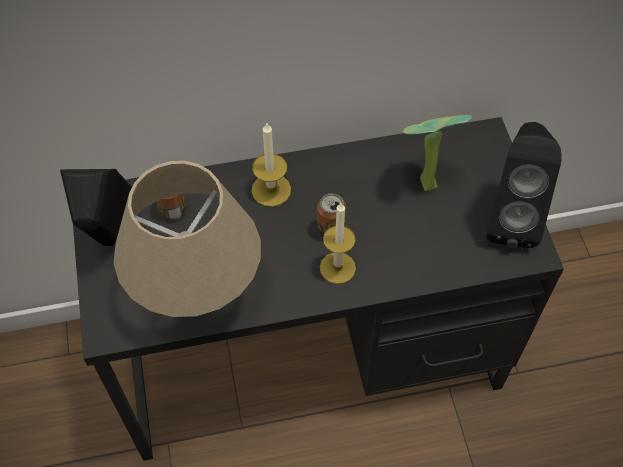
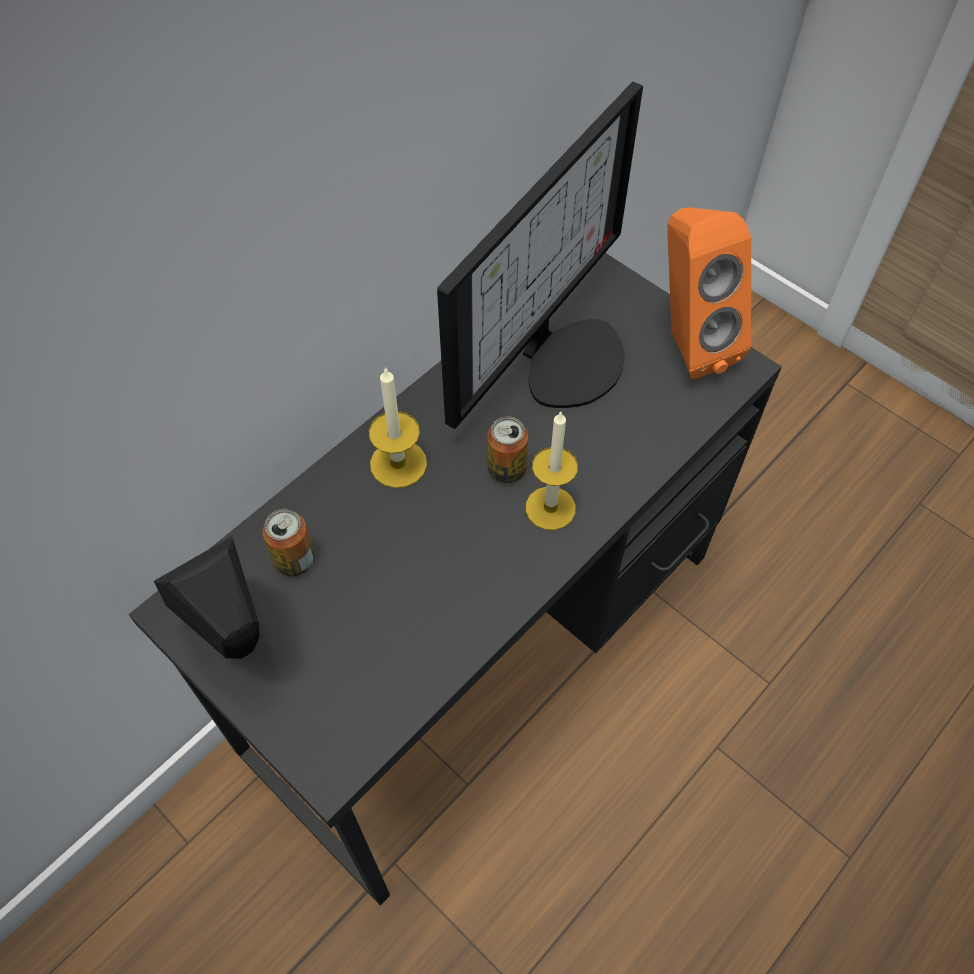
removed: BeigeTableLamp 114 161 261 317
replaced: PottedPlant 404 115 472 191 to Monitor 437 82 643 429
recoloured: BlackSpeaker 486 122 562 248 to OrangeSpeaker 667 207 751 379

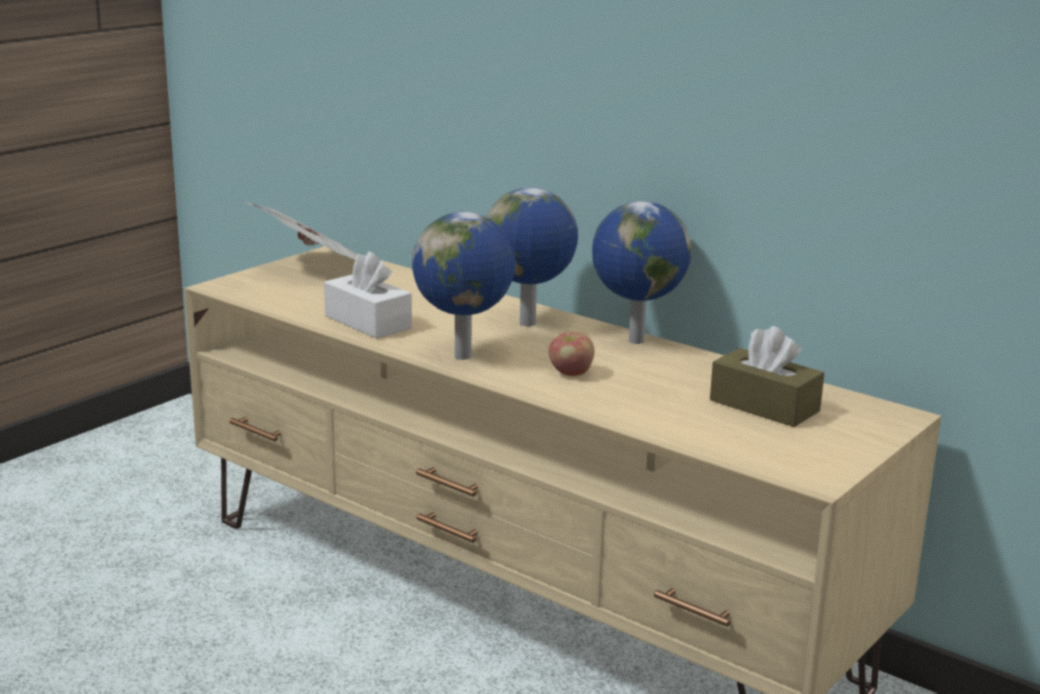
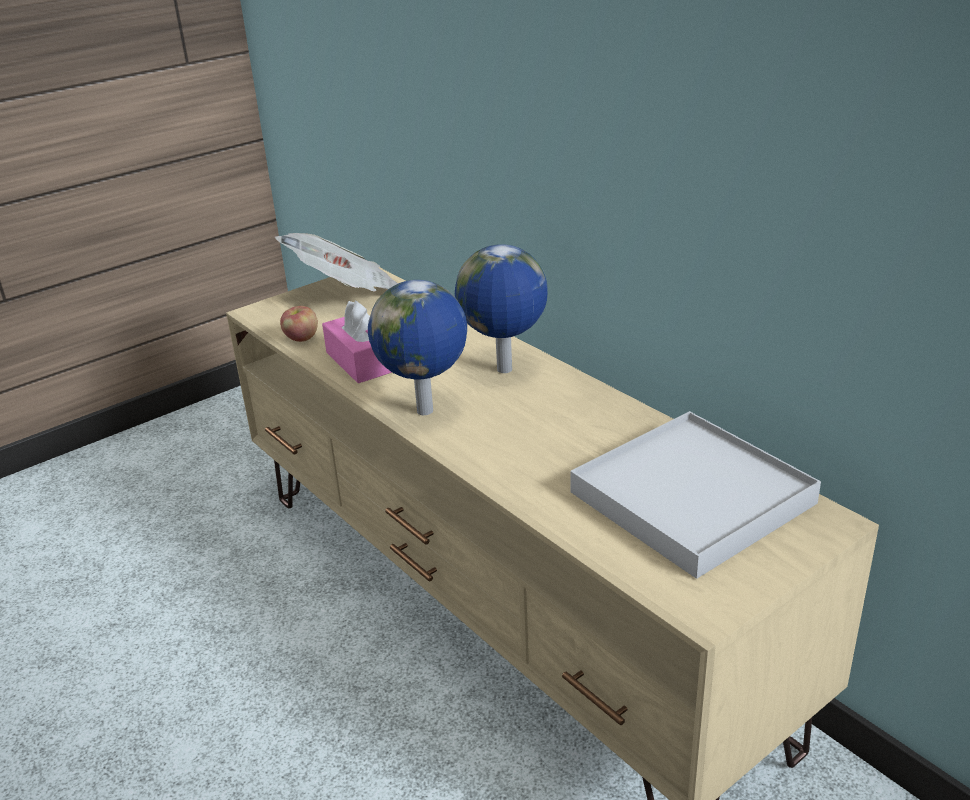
removed: Globe 592 201 691 344
moved: Apple 549 332 594 376 to 280 306 318 342
replaced: BrownTissueBox 710 326 824 427 to WhiteTray 571 411 821 579
recoloured: WhiteTissueBox 324 252 412 338 to PinkTissueBox 322 301 392 383

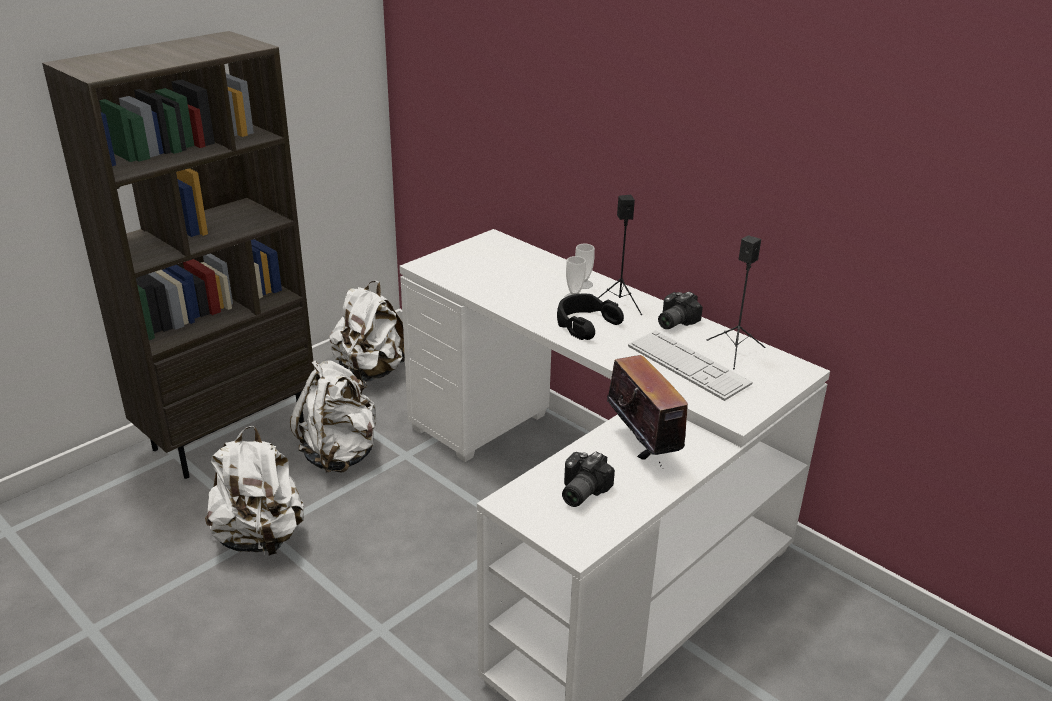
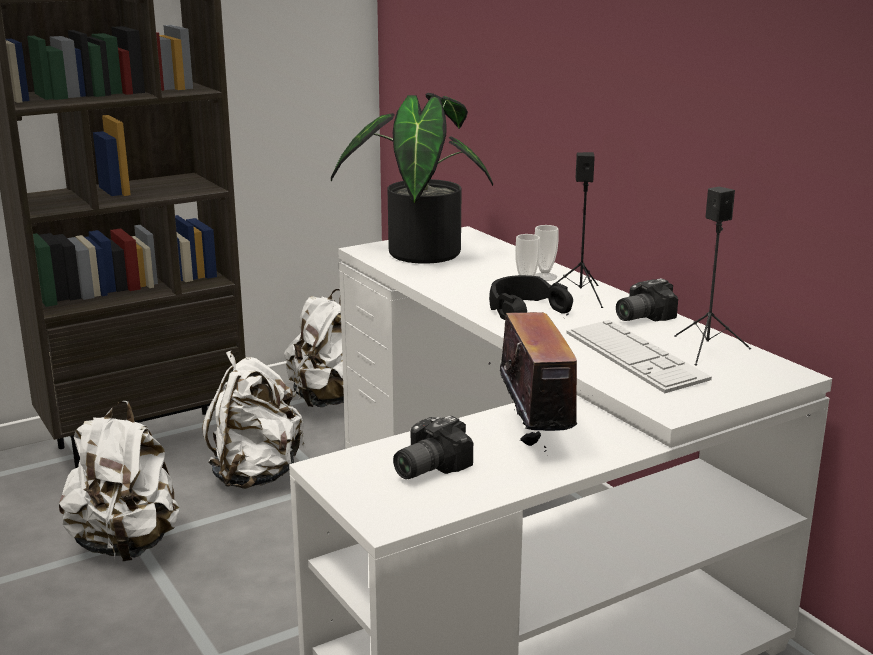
added: PottedPlant 331 93 493 264

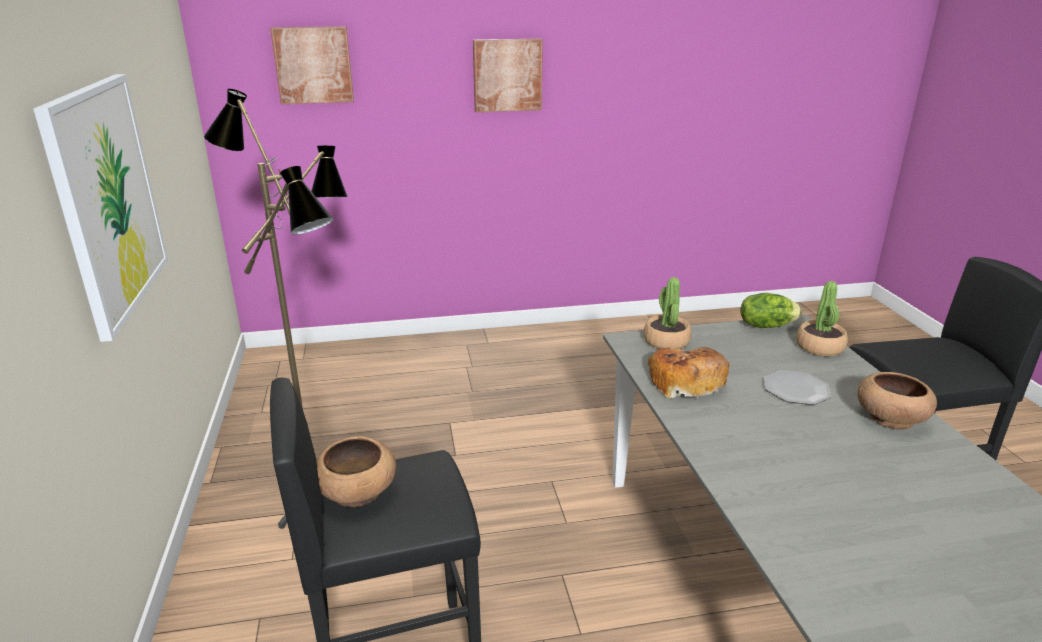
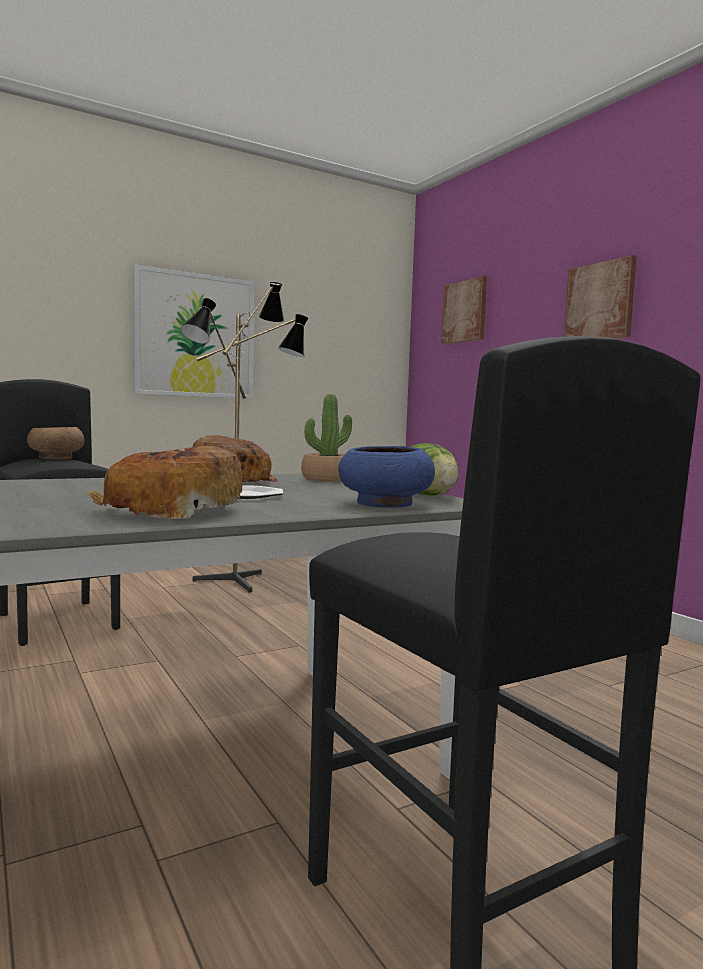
replaced: PottedPlant 796 281 848 356 to BlueBowl 338 446 435 507; BrownBowl 858 372 937 429 to Bread 89 446 242 519

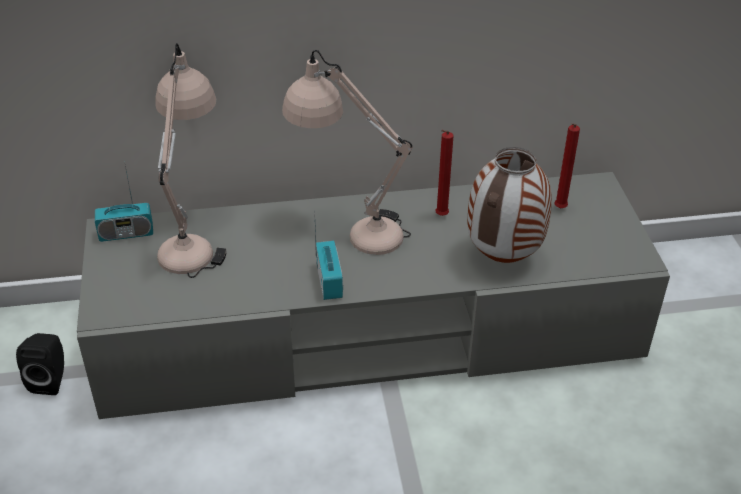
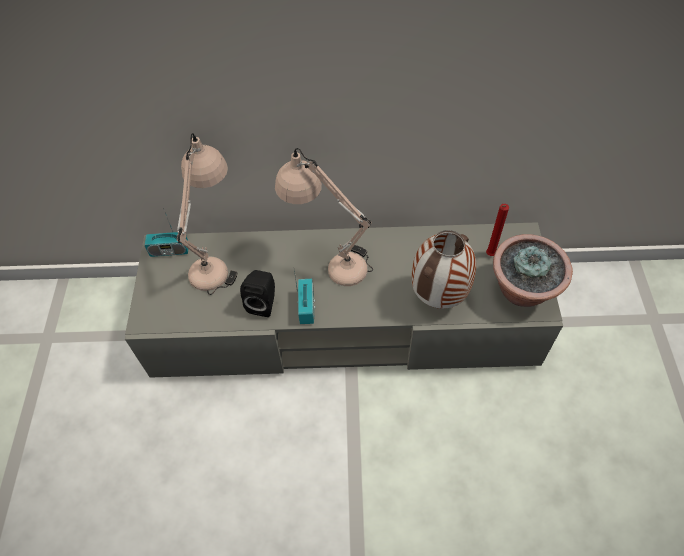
removed: RedCandle 435 130 453 216
added: PottedPlant 493 234 573 307
moved: BlackSpeaker 16 333 64 395 to 240 270 275 317

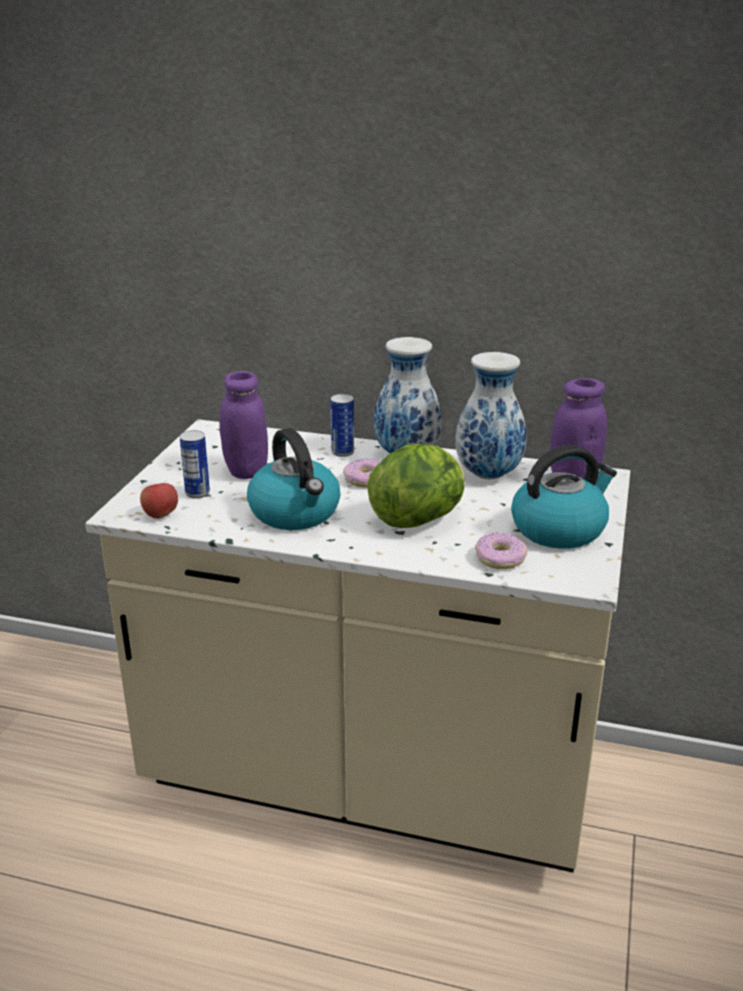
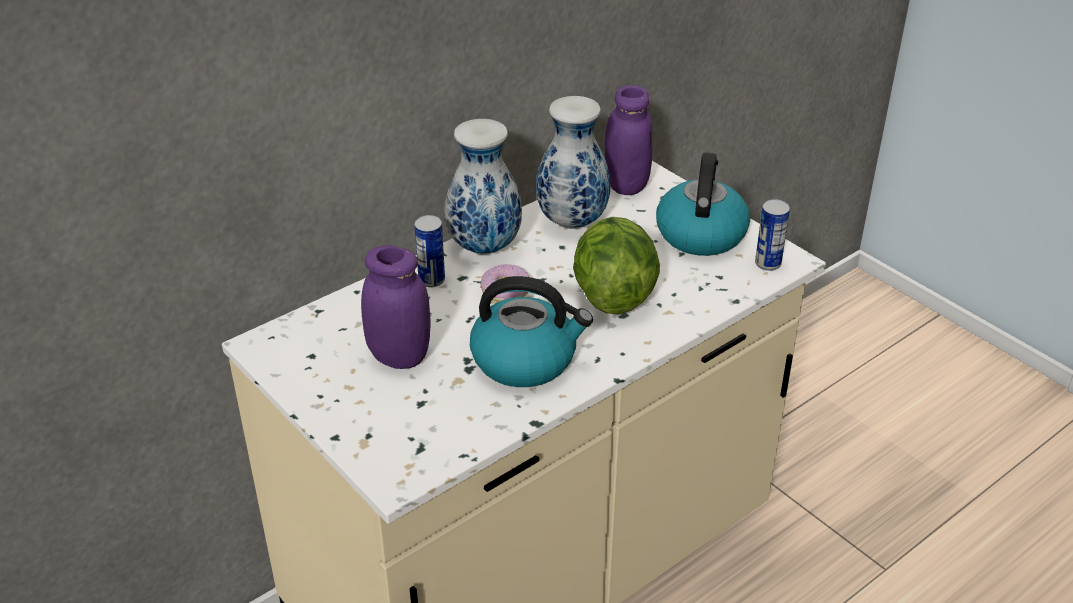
removed: Apple 140 483 178 519; Donut 475 532 527 569
moved: Can 180 430 210 499 to 755 199 790 271

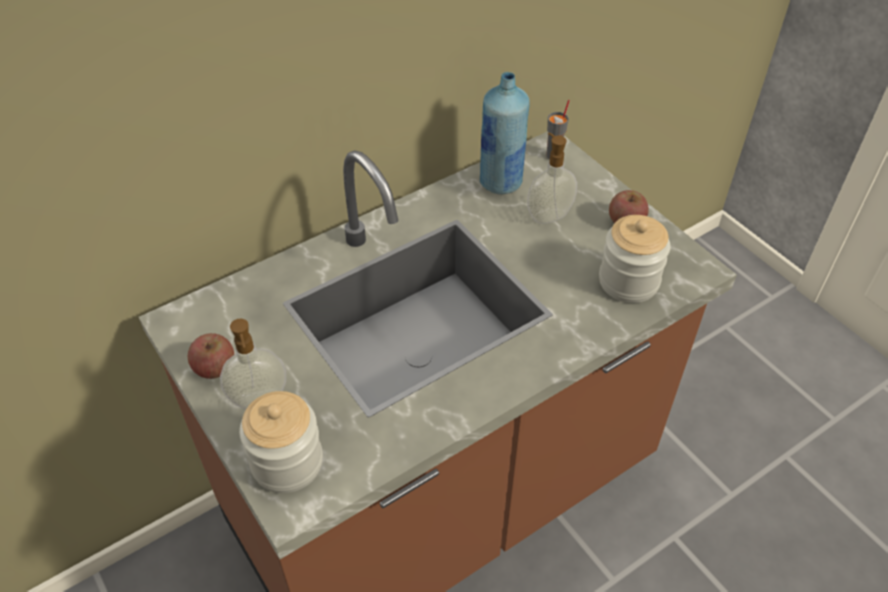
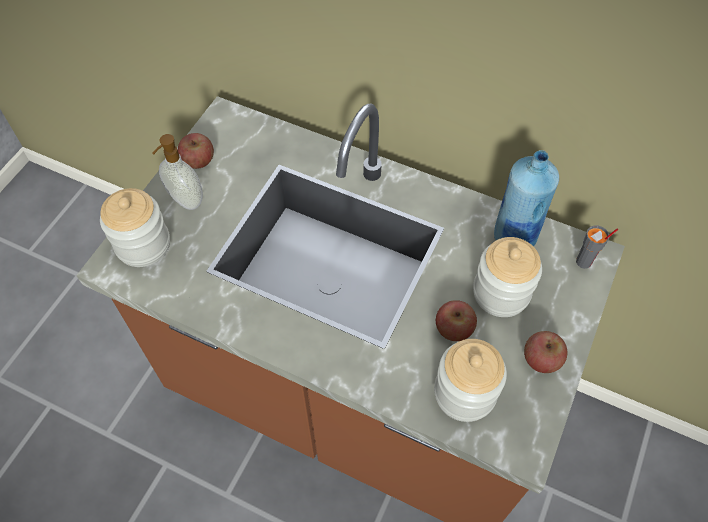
added: Apple 436 300 477 341
replaced: SoapDispenser 527 132 577 224 to Jar 473 237 542 317

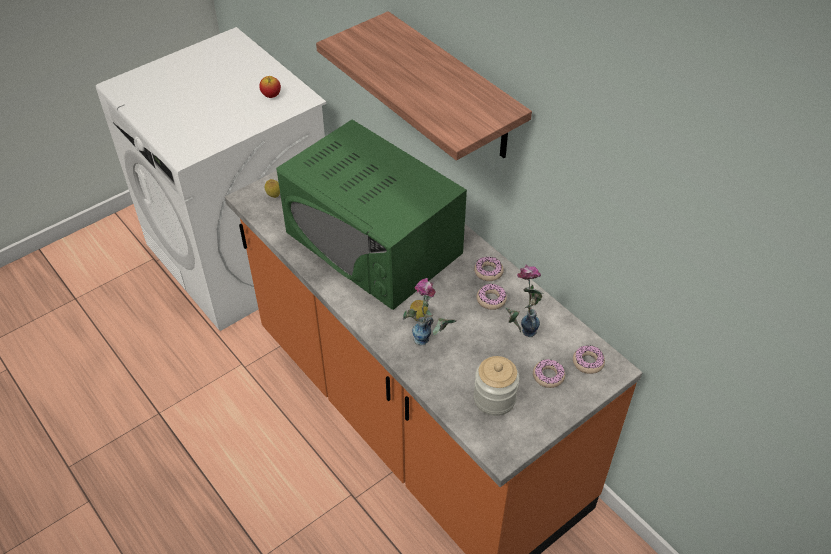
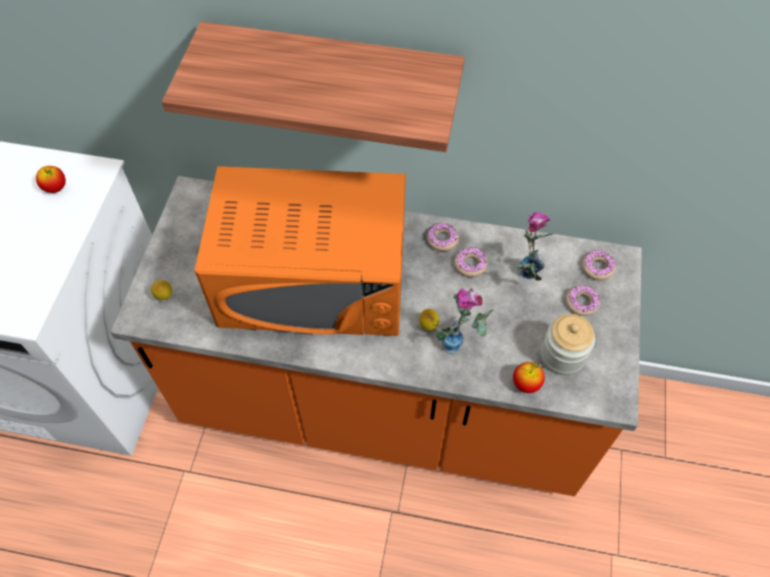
added: Apple 513 362 545 393
recoloured: GreenMicrowave 276 120 467 310 to OrangeMicrowave 195 166 406 336

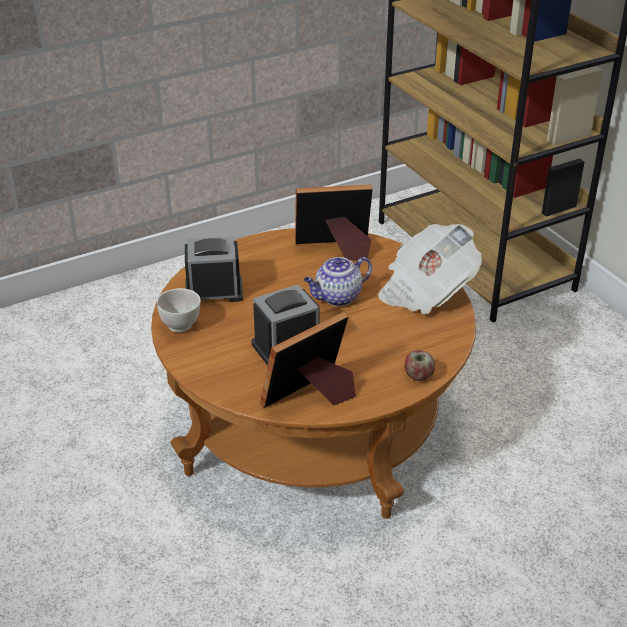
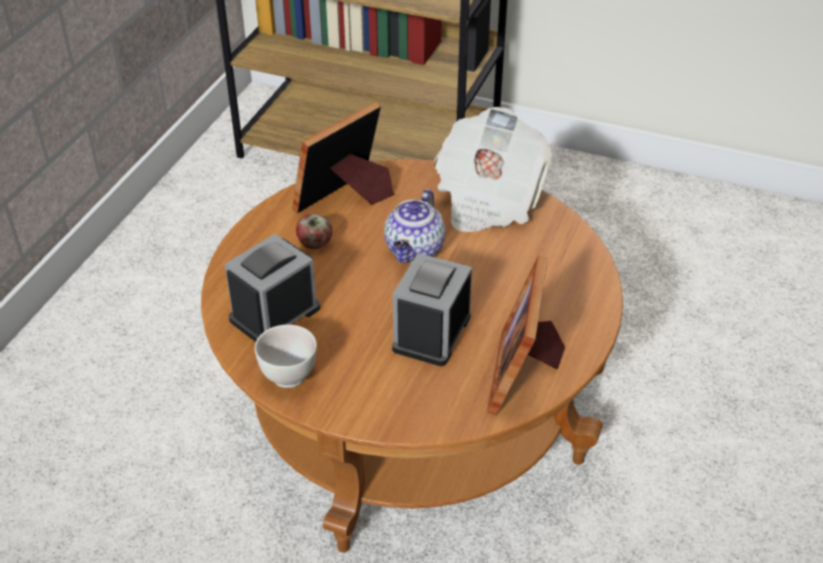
moved: Apple 404 350 435 381 to 296 214 333 249

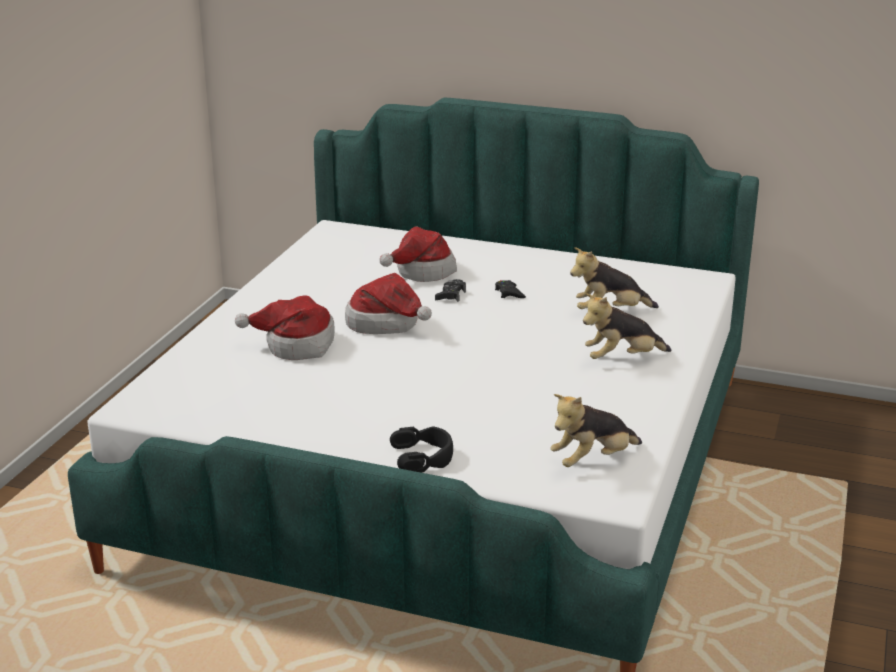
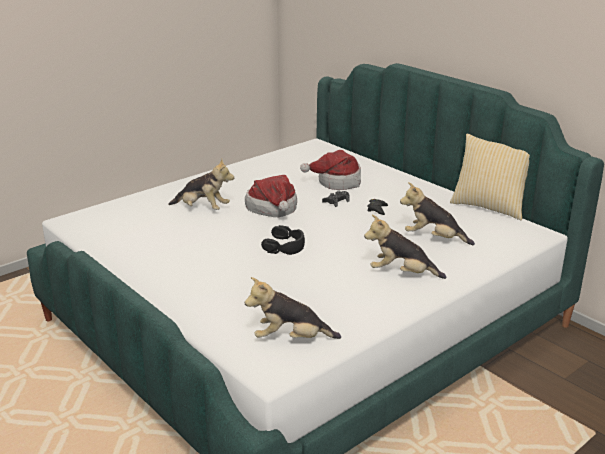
added: Pillow 450 134 530 220
moved: BlackHeadphones 390 426 453 473 to 261 225 305 255
replaced: Hat 235 295 334 360 to PlushToy 168 159 234 210

